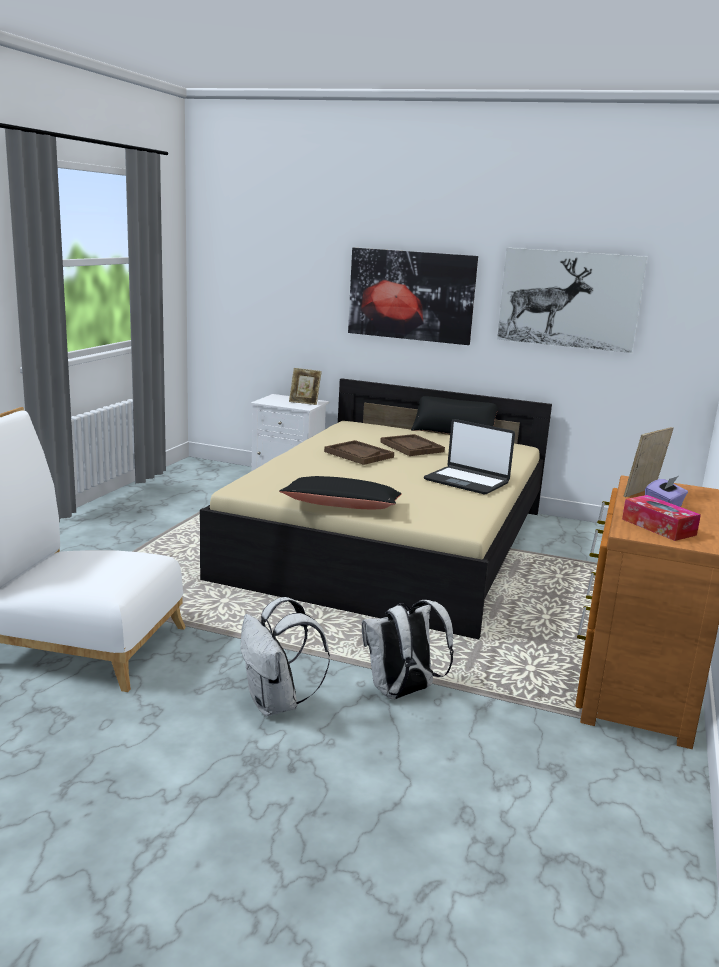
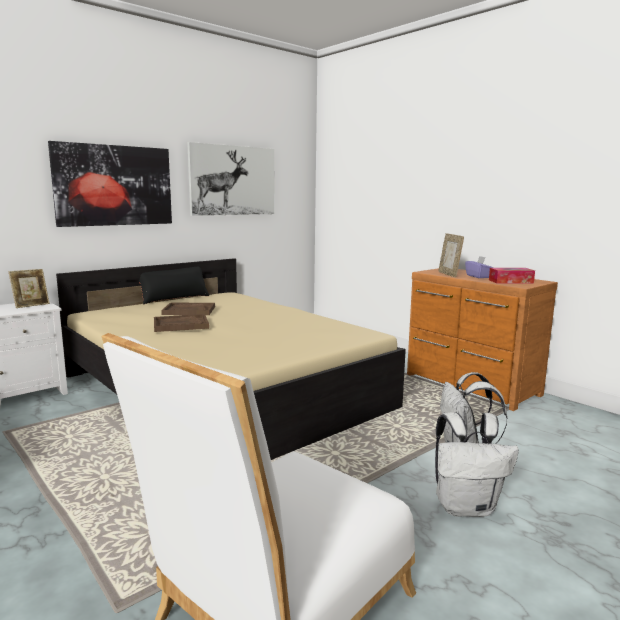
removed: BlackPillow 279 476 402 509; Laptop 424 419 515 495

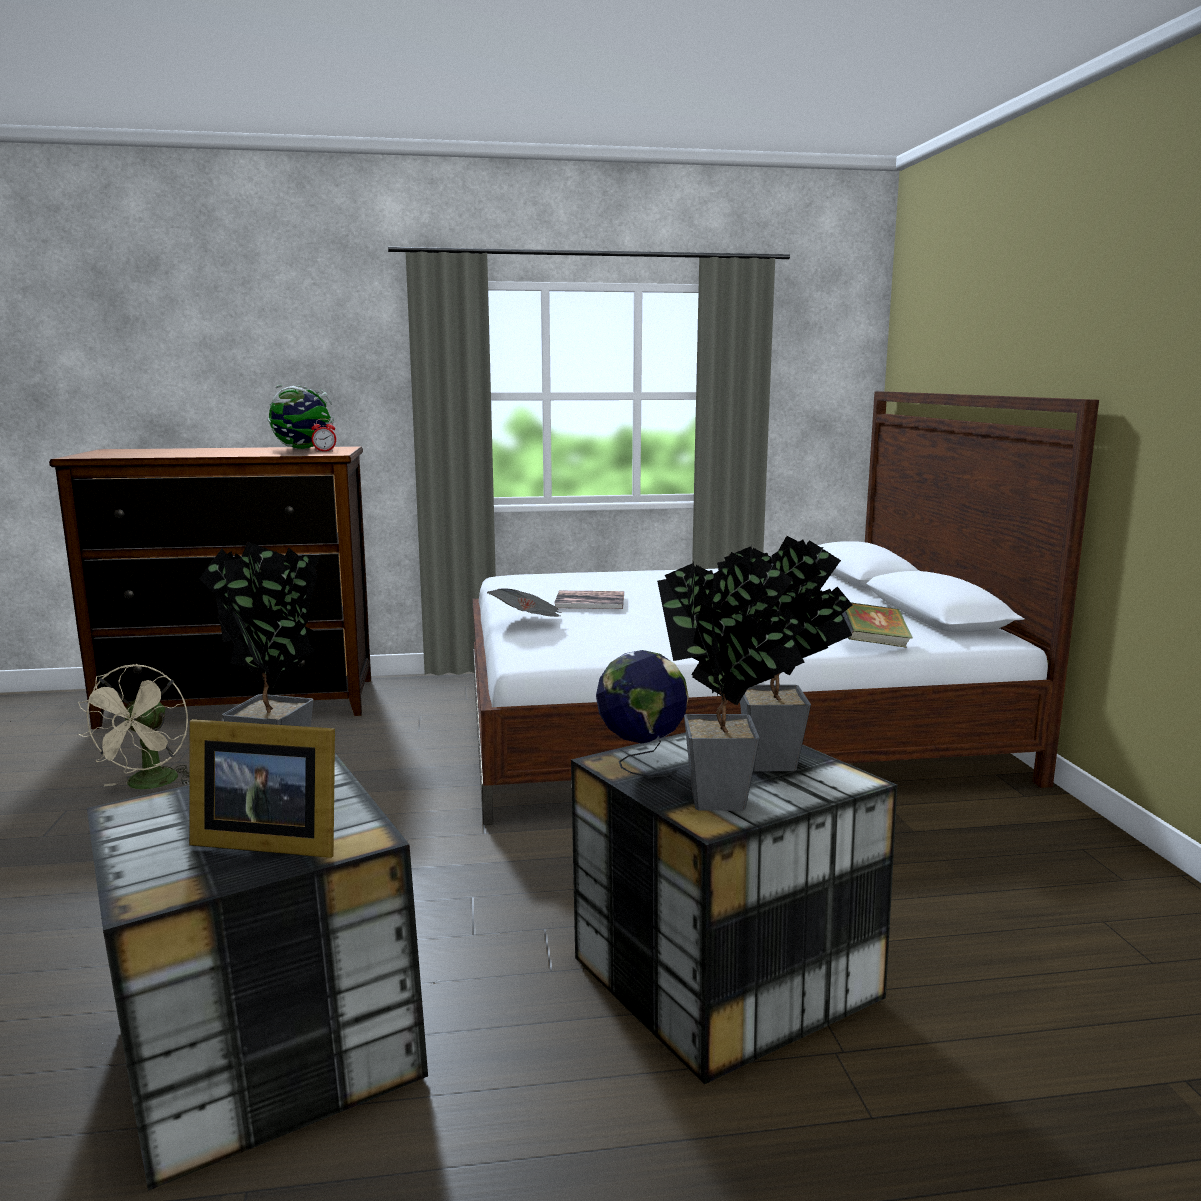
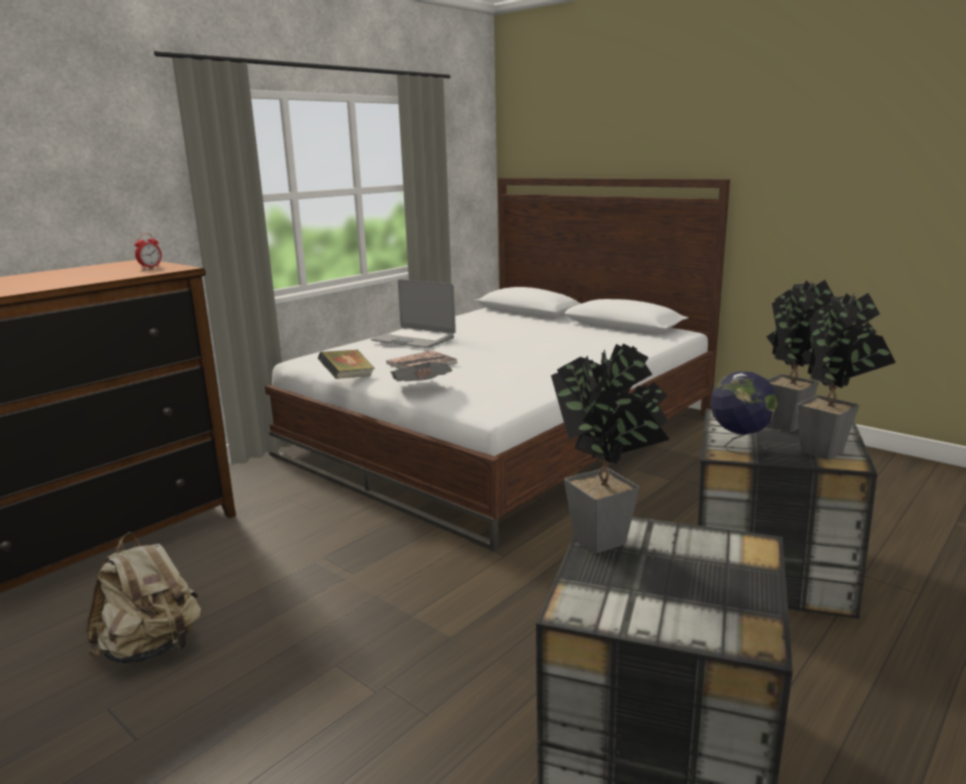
removed: PictureFrame 189 719 335 858; Globe 268 385 334 449
added: Laptop 371 279 456 348
moved: Book 842 602 913 648 to 318 350 375 379
replaced: BeigeFan 78 664 190 789 to BeigeBackpack 86 532 201 663

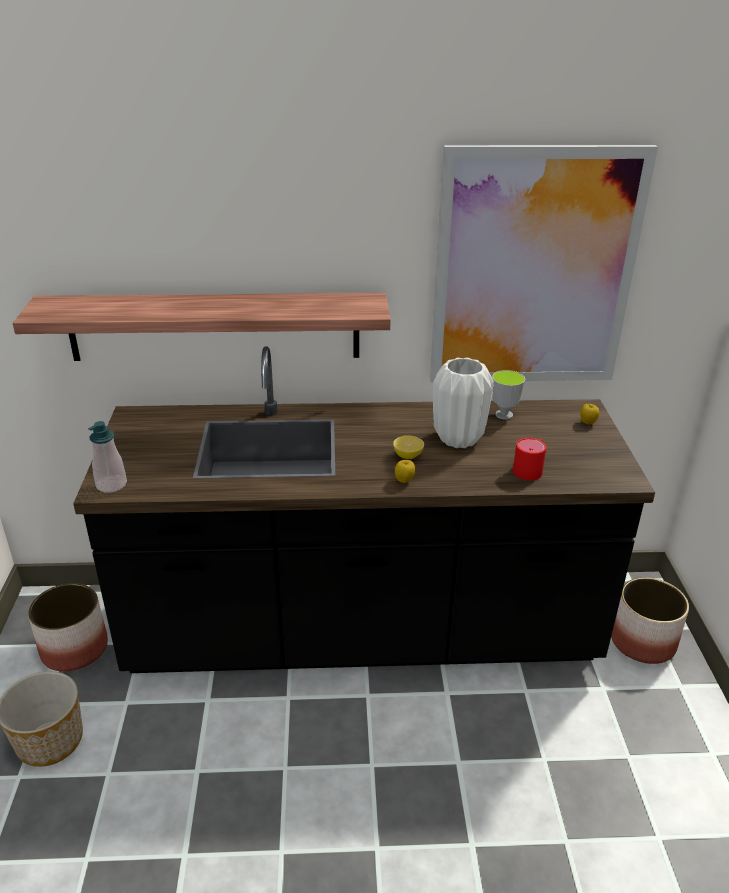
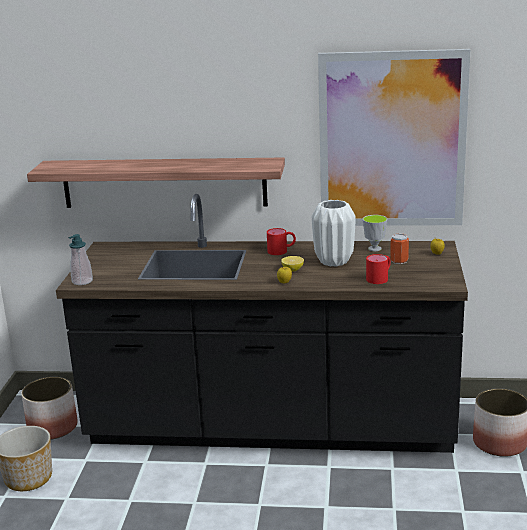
added: RedMug 267 228 296 255; Can 390 233 409 264

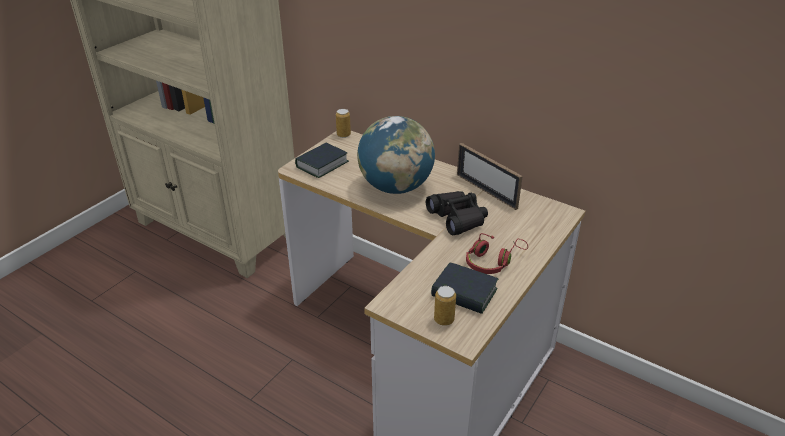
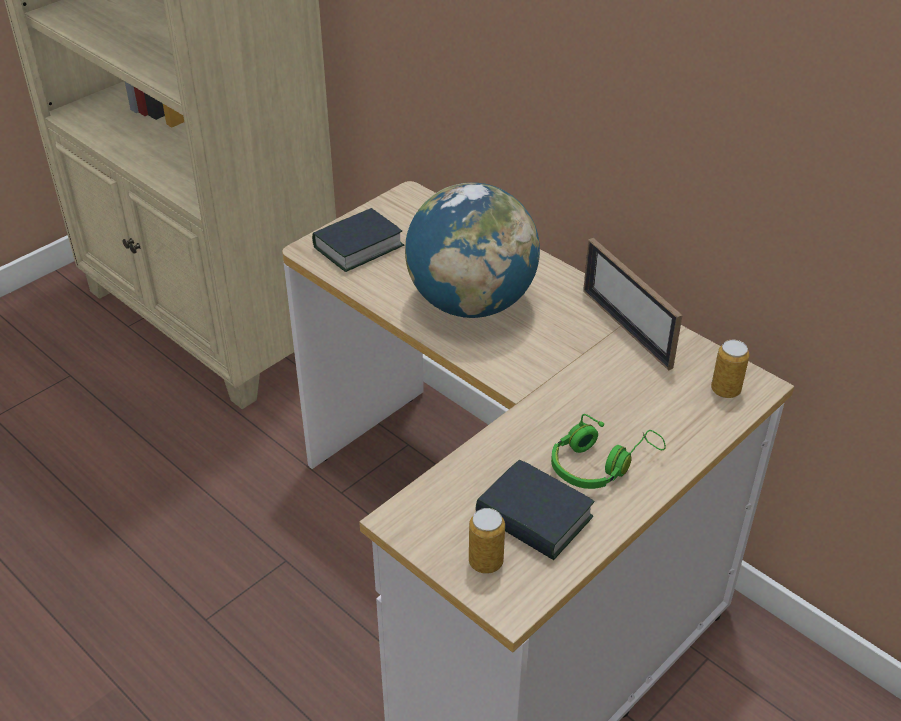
removed: BlackBinoculars 426 191 488 235
moved: Can 336 109 351 138 to 711 340 749 398
recoloured: RedHeadphones 466 233 528 274 to GreenHeadphones 551 414 666 489

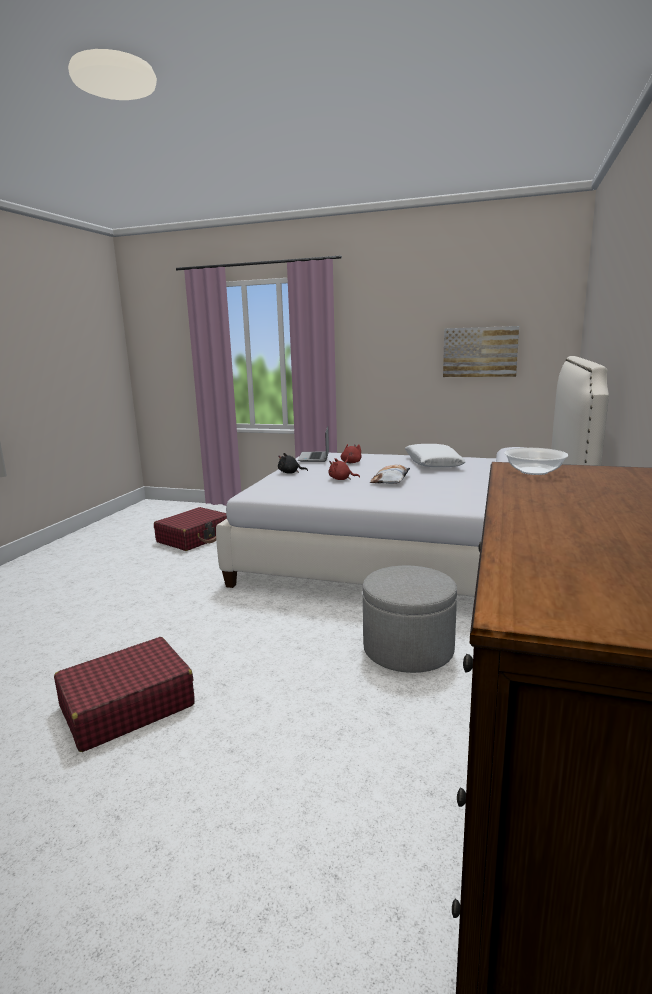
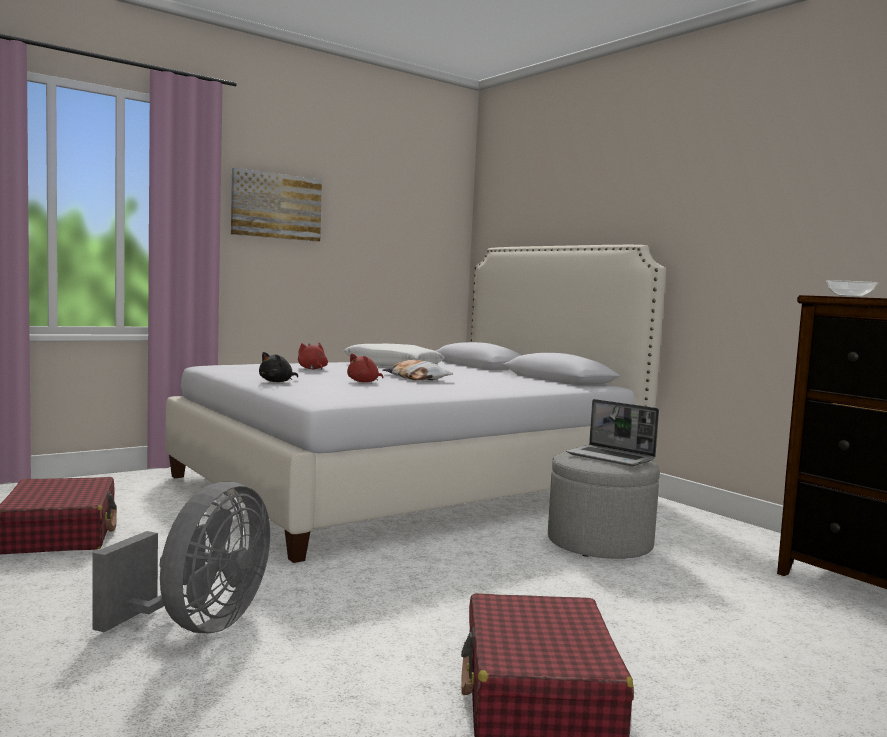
added: GreyFan 93 482 270 633
moved: Laptop 298 426 329 462 to 566 399 659 466; Picture 443 326 519 377 to 231 168 322 242

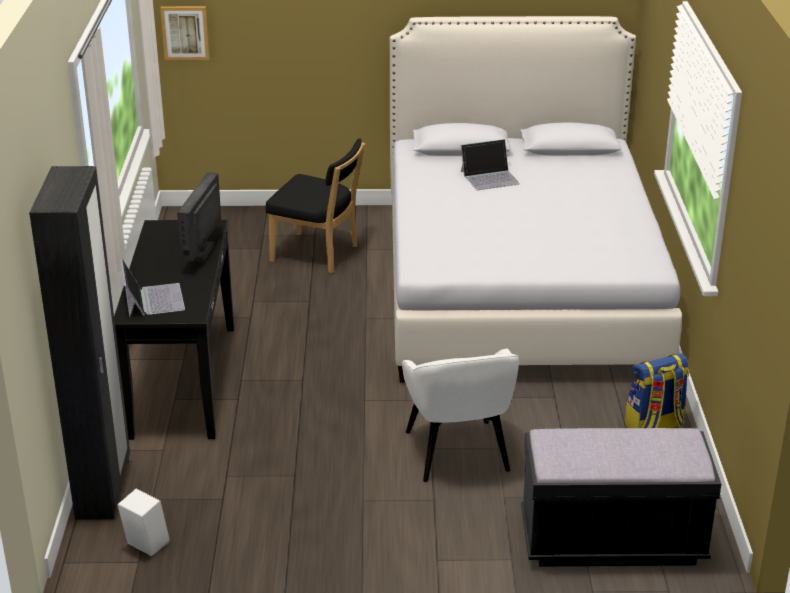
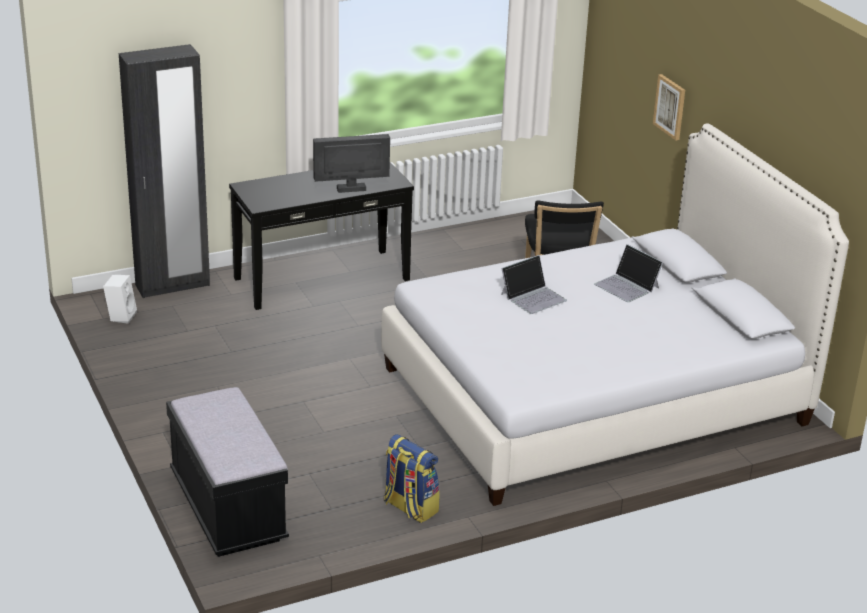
removed: WhiteArmchair 402 349 519 482
moved: Laptop 121 258 185 317 to 501 255 567 314; Picture 160 6 210 60 to 653 74 685 140

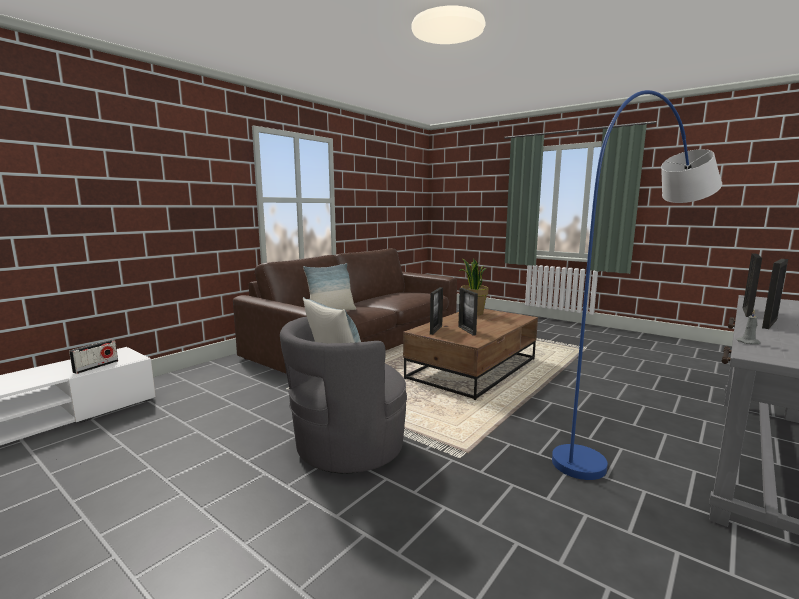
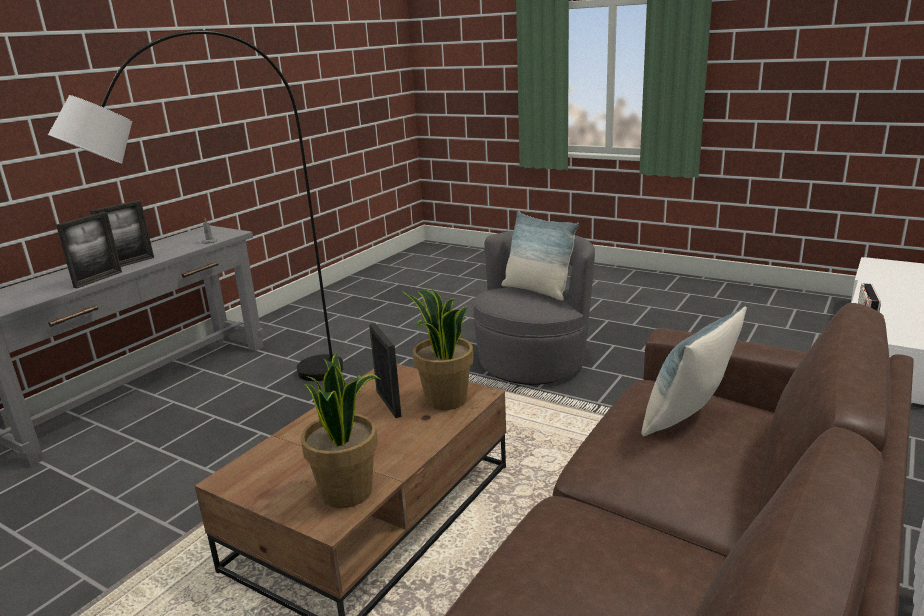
replaced: PictureFrame 430 287 443 335 to PottedPlant 402 288 474 410
recoloured: BlueFloorLamp 552 90 722 480 to GreyFloorLamp 48 30 344 381

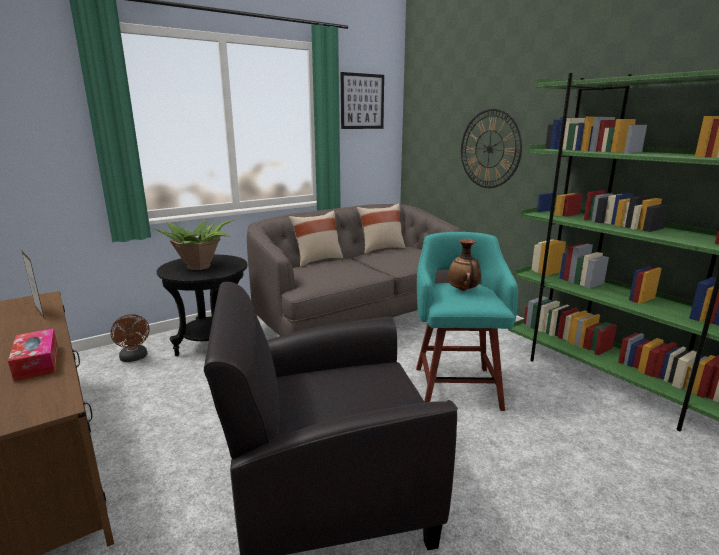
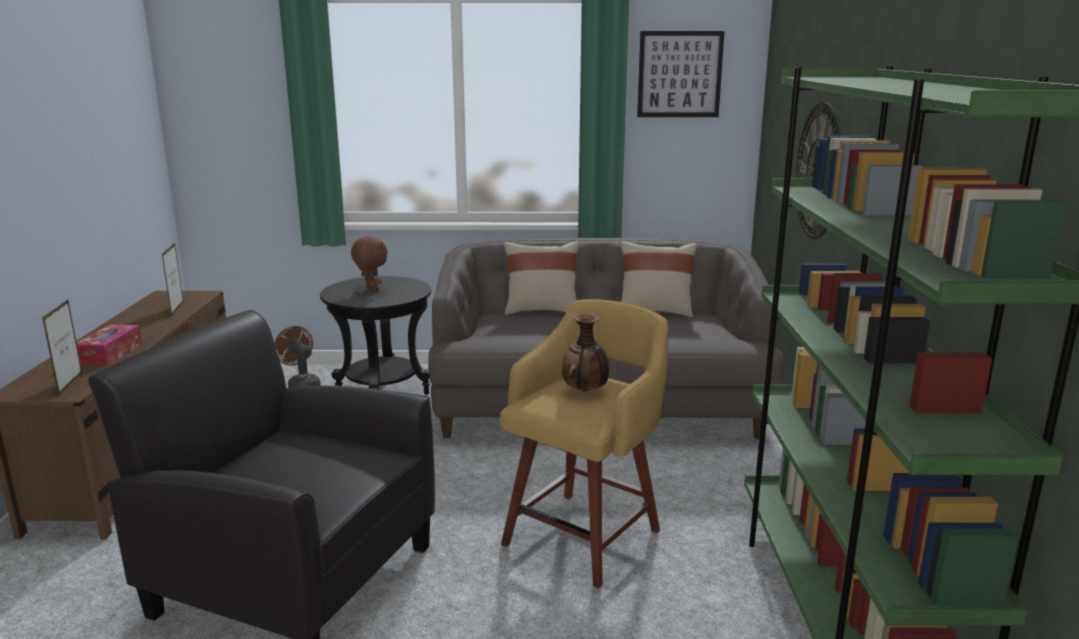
added: PictureFrame 42 299 83 396
replaced: PottedPlant 151 220 234 270 to BrownPlushToy 351 236 388 293
recoloured: TurquoiseStool 416 232 518 411 to YellowStool 500 299 669 588
turned: BrownFan 110 314 149 362 = 274 326 321 388 135 degrees clockwise

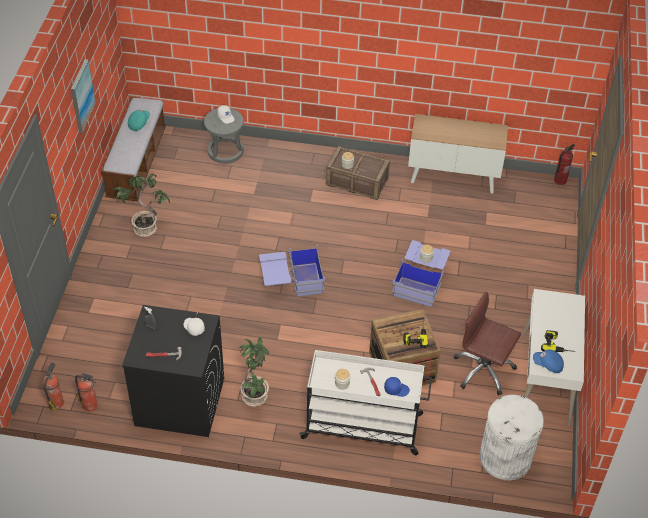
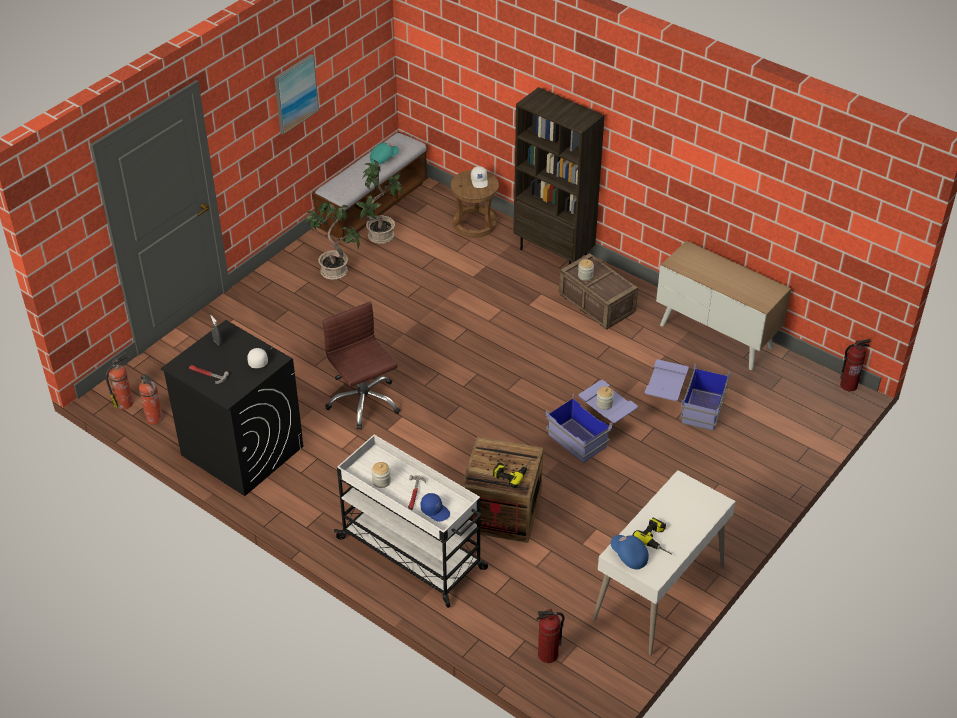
added: BrownBookcase 513 87 605 264
moved: PottedPlant 238 337 269 407 to 356 159 402 244; BlueStorageBox 259 245 325 297 to 645 359 731 431; BrownOfficeChair 454 291 521 395 to 322 302 400 430
replaced: WhiteTrashCan 479 395 544 480 to FireExtinguisher 536 609 565 663
recoloured: GreyStool 204 108 244 164 to BrownStool 451 170 499 237

